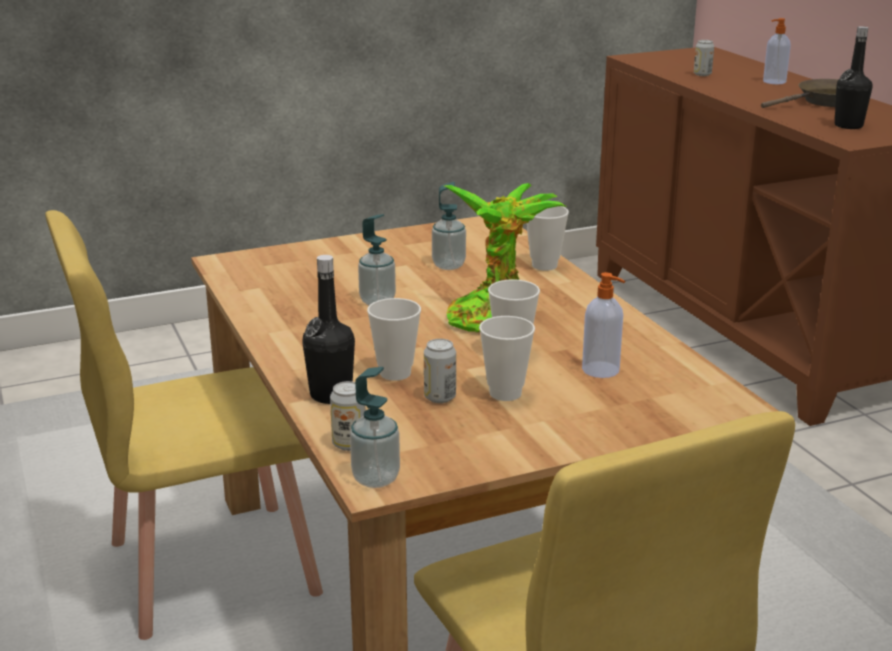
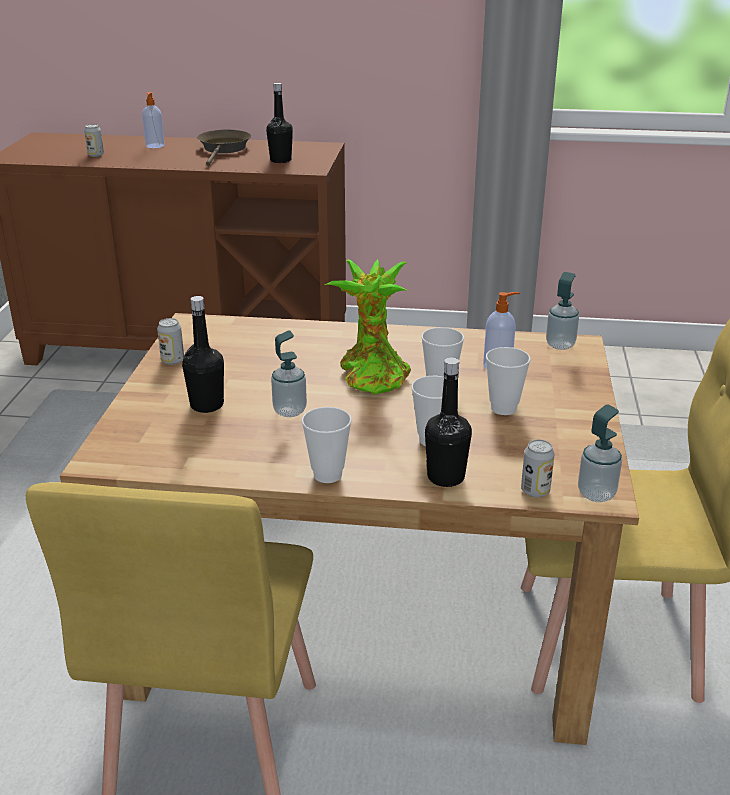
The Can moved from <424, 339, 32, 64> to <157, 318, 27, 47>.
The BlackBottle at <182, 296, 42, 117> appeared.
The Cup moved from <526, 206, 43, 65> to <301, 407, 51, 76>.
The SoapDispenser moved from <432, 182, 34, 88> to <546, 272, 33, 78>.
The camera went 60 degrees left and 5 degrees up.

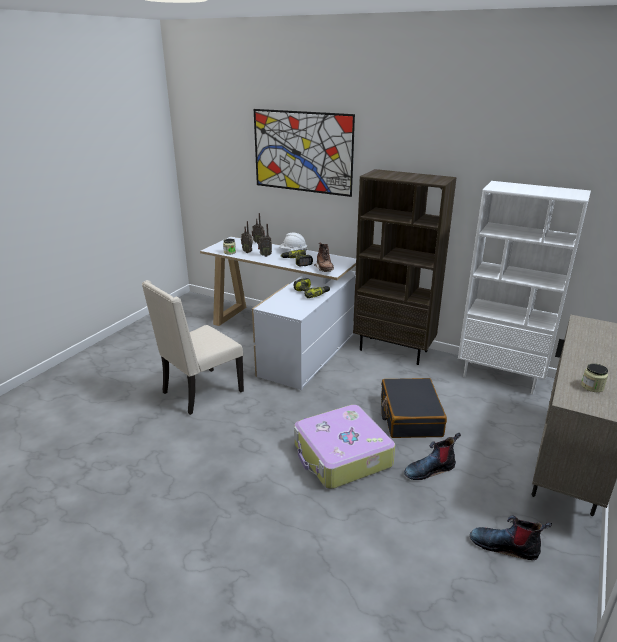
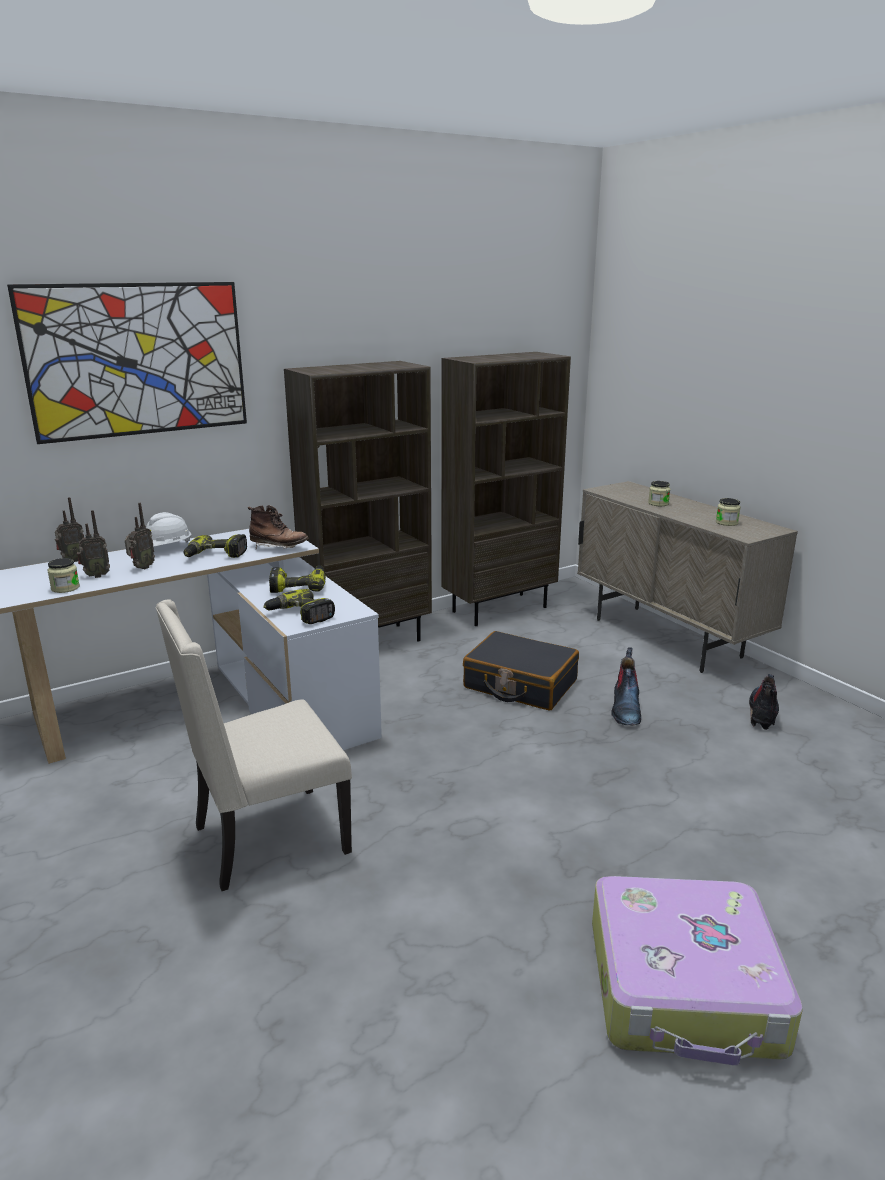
The BeigeChair at <142, 280, 102, 135> turned 75 degrees clockwise.
The PowerDrill at <264, 589, 71, 35> appeared.
The WhiteBookcase at <458, 181, 133, 213> became the BrownBookcase at <441, 352, 130, 274>.
The Suitcase moved from <294, 405, 101, 84> to <592, 876, 211, 190>.
The Jar at <648, 481, 22, 25> appeared.
The Boot at <470, 515, 82, 45> turned 150 degrees clockwise.
The camera went 60 degrees left and 5 degrees down.

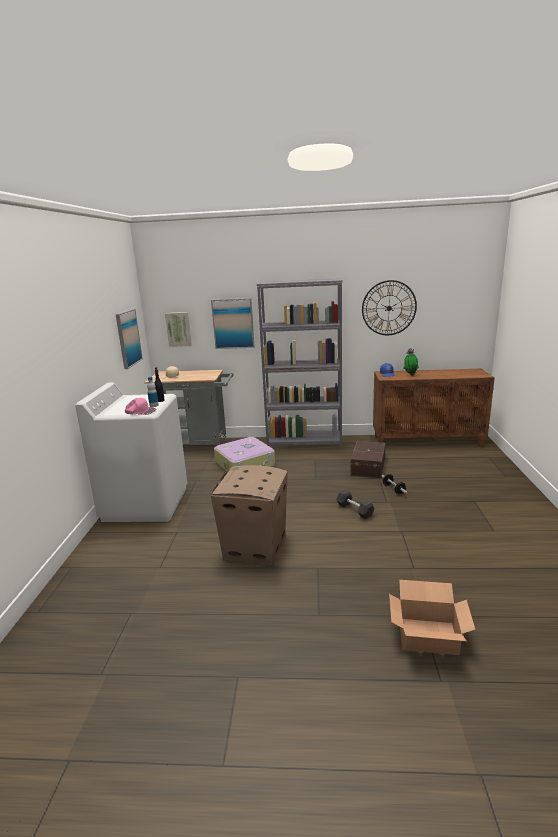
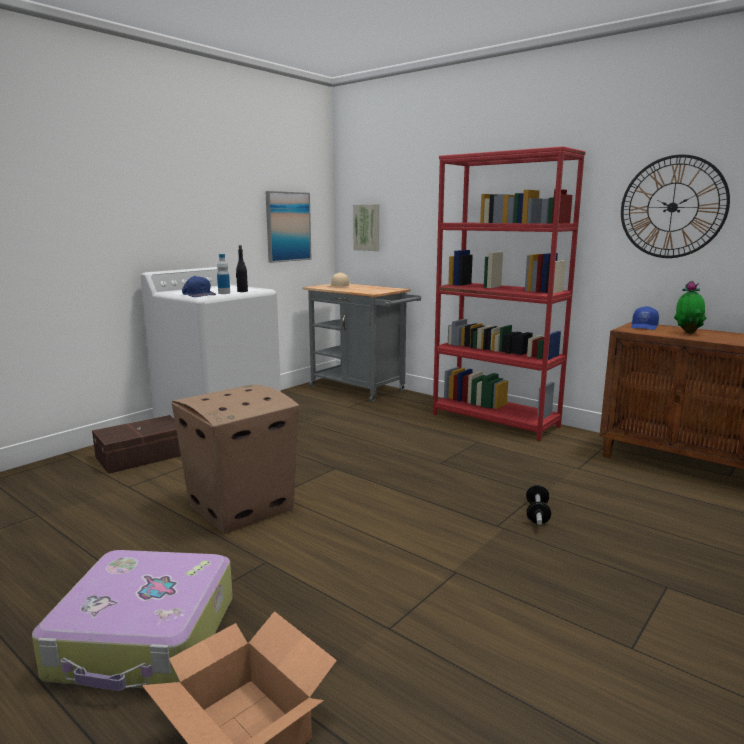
The Suitcase moved from <214, 437, 61, 34> to <32, 550, 201, 141>.
The BrownStorageBox moved from <351, 441, 35, 37> to <92, 415, 89, 59>.
The PinkCap at <125, 398, 32, 17> became the BlueCap at <182, 276, 34, 21>.
The GreyBookcase at <257, 278, 85, 171> became the RedBookcase at <433, 146, 153, 295>.
The Picture at <211, 298, 44, 51> disappeared.
The BlackDumbbell at <336, 490, 39, 29> disappeared.
The camera went 35 degrees right and 5 degrees down.

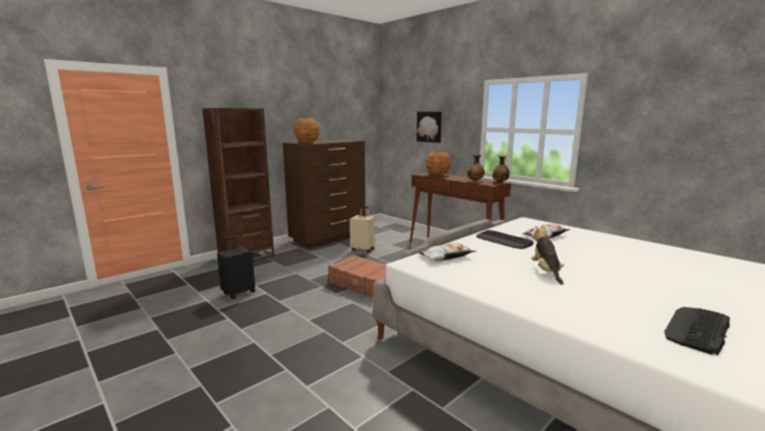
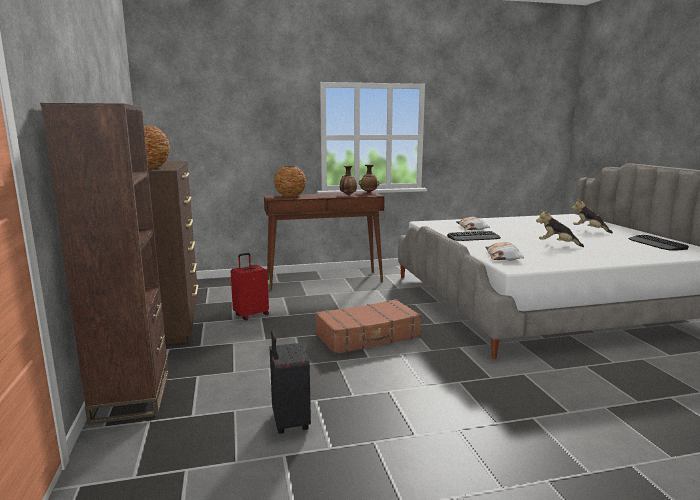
The BeigeSuitcase at <350, 206, 25, 47> became the RedSuitcase at <230, 253, 39, 68>.
The PlushToy at <571, 199, 42, 35> appeared.
The Picture at <417, 112, 25, 31> disappeared.
The camera went 60 degrees left and 0 degrees up.

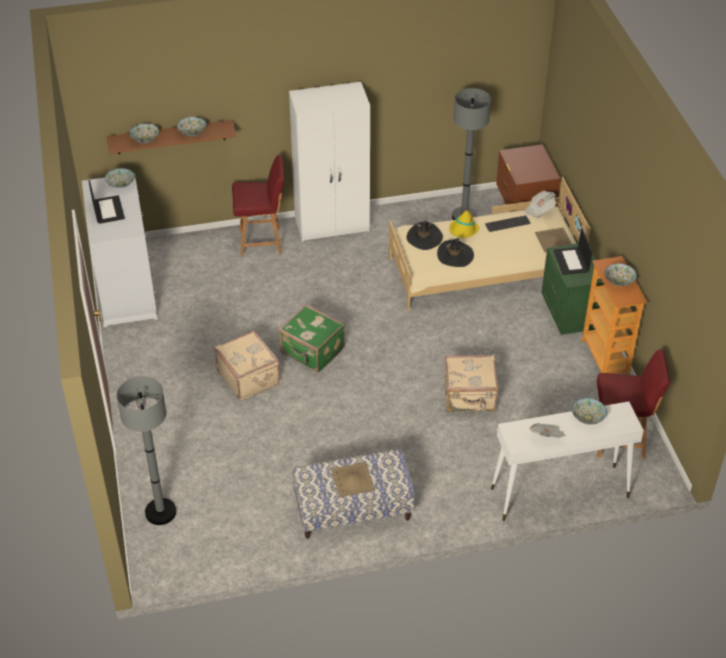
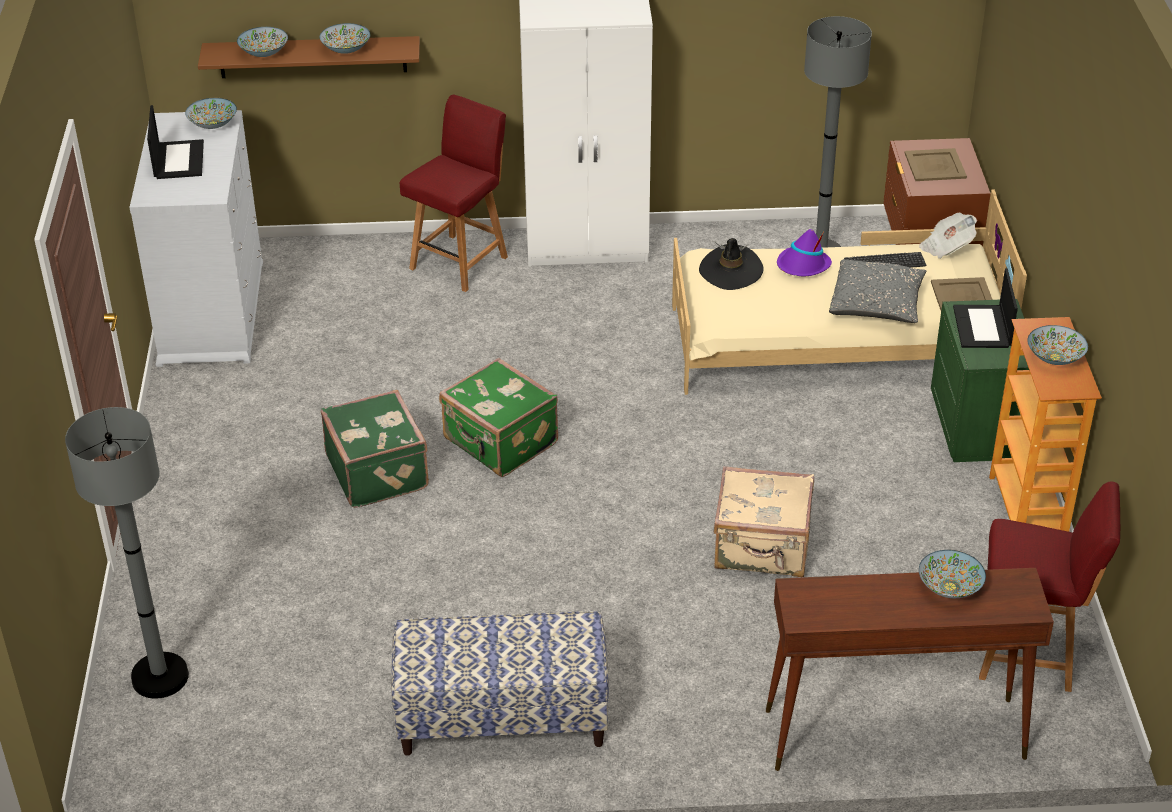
The BeigeSuitcase at <215, 330, 65, 71> became the GreenSuitcase at <321, 390, 108, 118>.
The RedChair at <232, 155, 53, 102> turned 60 degrees counterclockwise.
The WhiteConsoleTable at <491, 402, 153, 119> became the BrownConsoleTable at <766, 568, 288, 203>.
The YellowHat at <449, 210, 30, 28> became the PurpleHat at <777, 229, 55, 47>.
The GreyPillow at <829, 259, 97, 64> appeared.
The BeigeTray moved from <331, 462, 44, 35> to <905, 148, 62, 33>.
The BlackHat at <437, 238, 37, 29> disappeared.
The Newspaper at <529, 423, 36, 15> disappeared.
The camera went 10 degrees right and 5 degrees down.

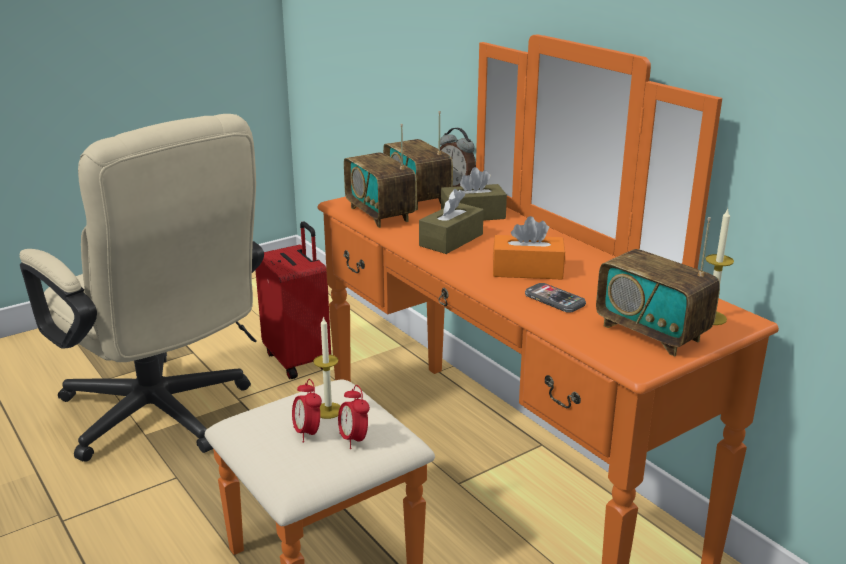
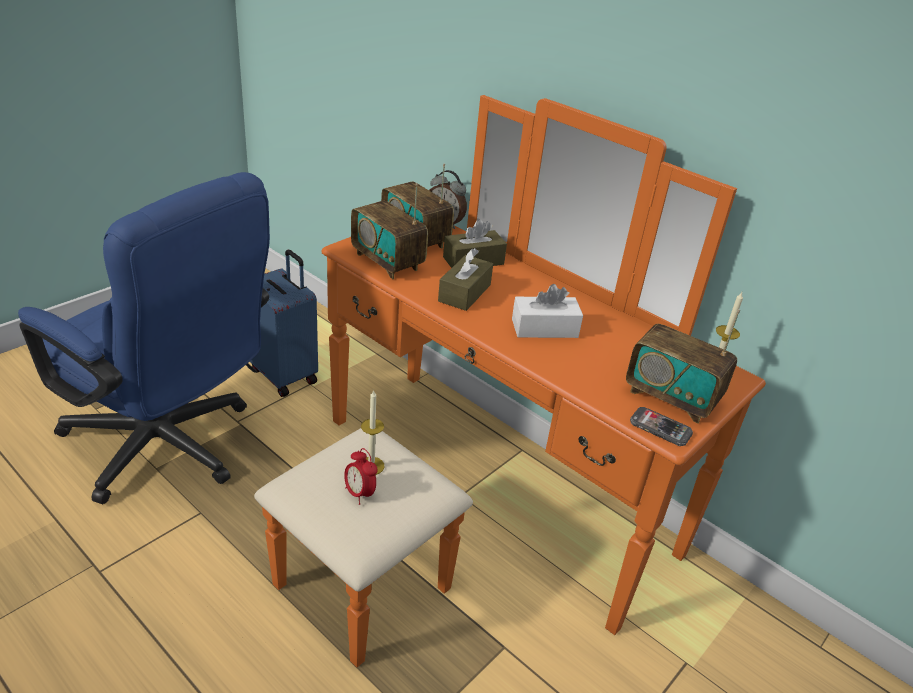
The BeigeOfficeChair at <20, 114, 244, 348> became the BlueOfficeChair at <18, 172, 252, 332>.
The RedSuitcase at <255, 221, 76, 158> became the BlueSuitcase at <250, 250, 68, 147>.
The OrangeTissueBox at <493, 216, 72, 63> became the WhiteTissueBox at <512, 284, 71, 54>.
The Phone moved from <525, 283, 61, 29> to <630, 407, 63, 39>.
The AlarmClock at <338, 385, 32, 64> disappeared.
The camera went 15 degrees left and 10 degrees up.

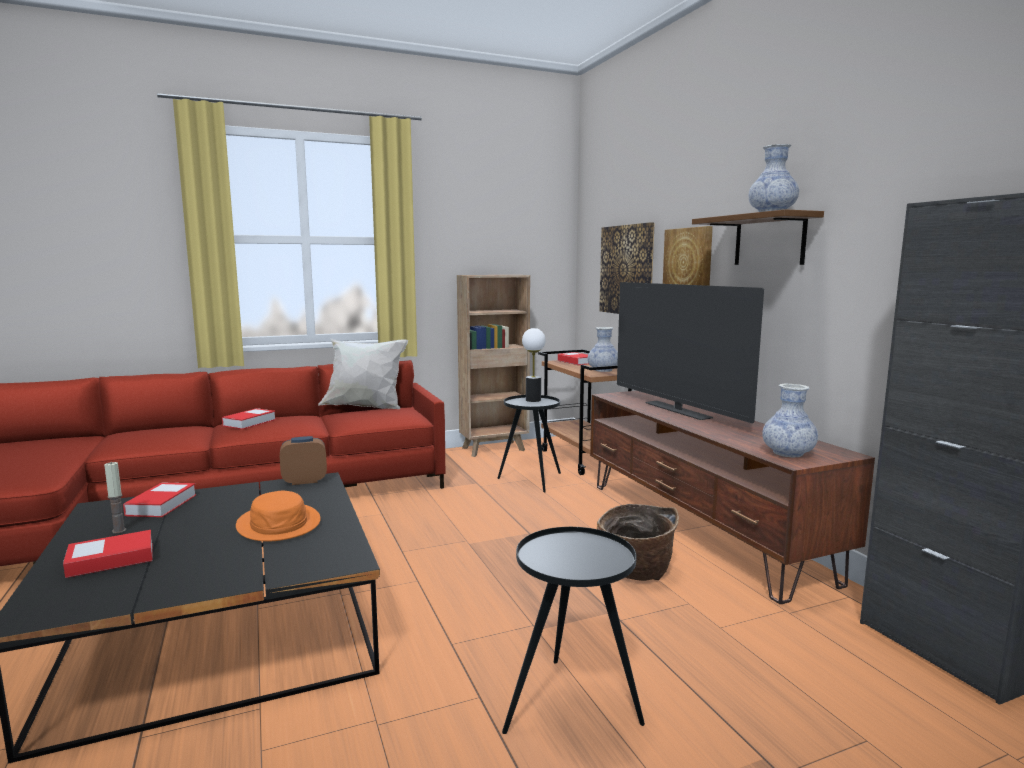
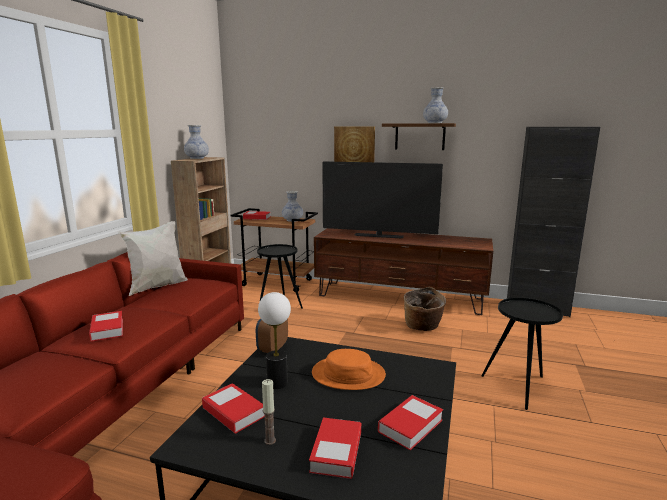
The Vase moved from <762, 383, 56, 74> to <184, 125, 25, 34>.
The TableLamp moved from <522, 328, 24, 74> to <258, 292, 33, 97>.
The Book at <378, 395, 65, 55> appeared.
The Picture at <599, 222, 56, 92> disappeared.
The camera went 50 degrees left and 5 degrees up.

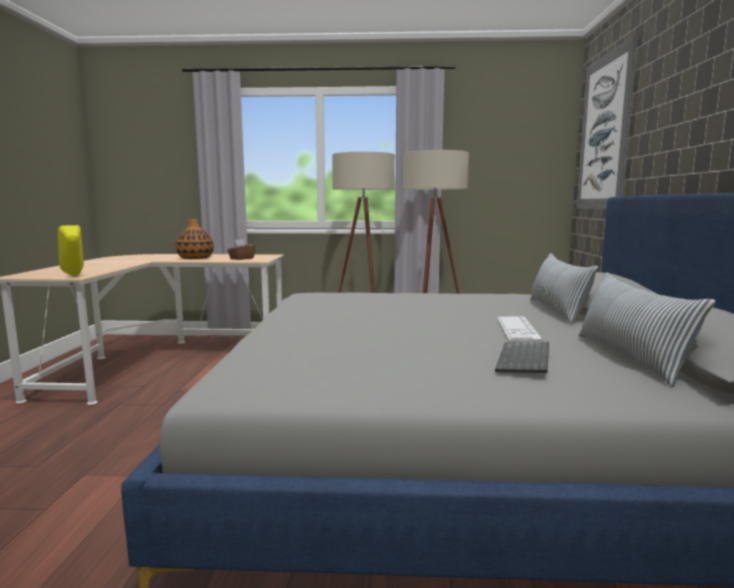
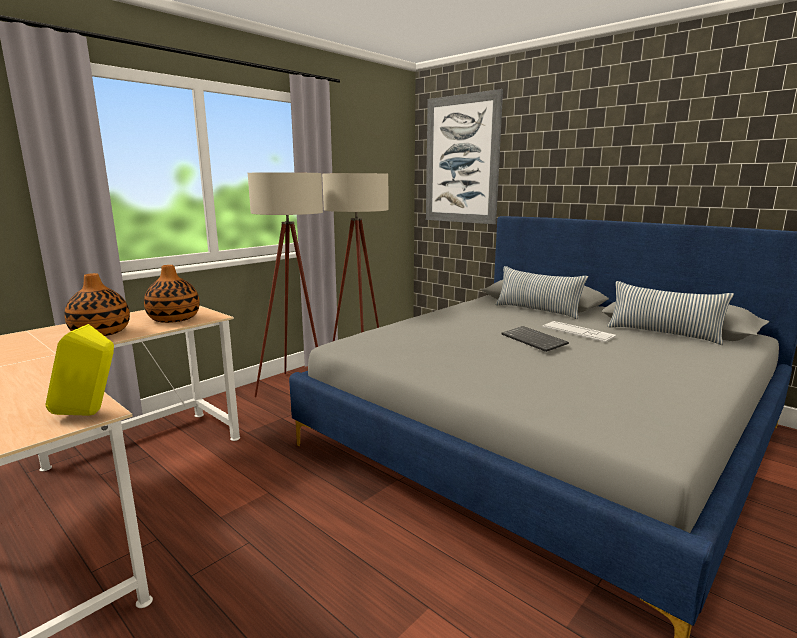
The BrownTissueBox at <227, 239, 29, 21> was replaced by the Vase at <144, 265, 56, 58>.
The Keyboard moved from <495, 342, 54, 31> to <501, 326, 68, 26>.
The camera went 50 degrees left and 5 degrees up.

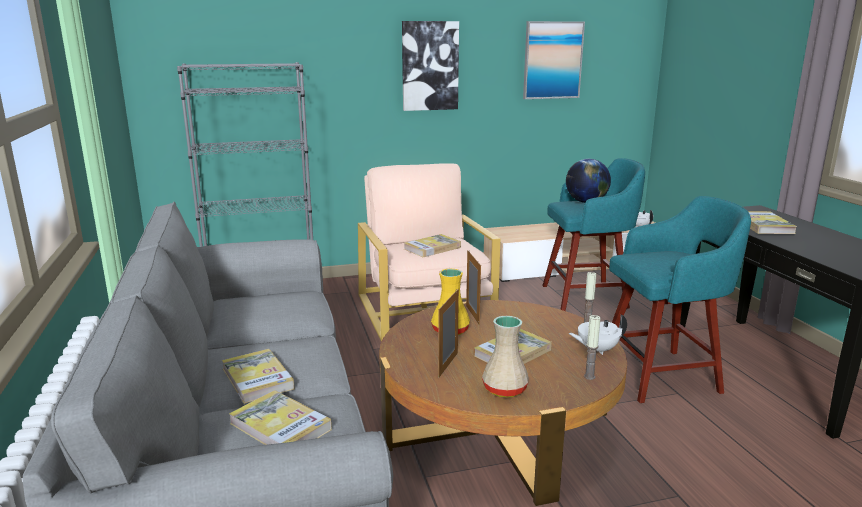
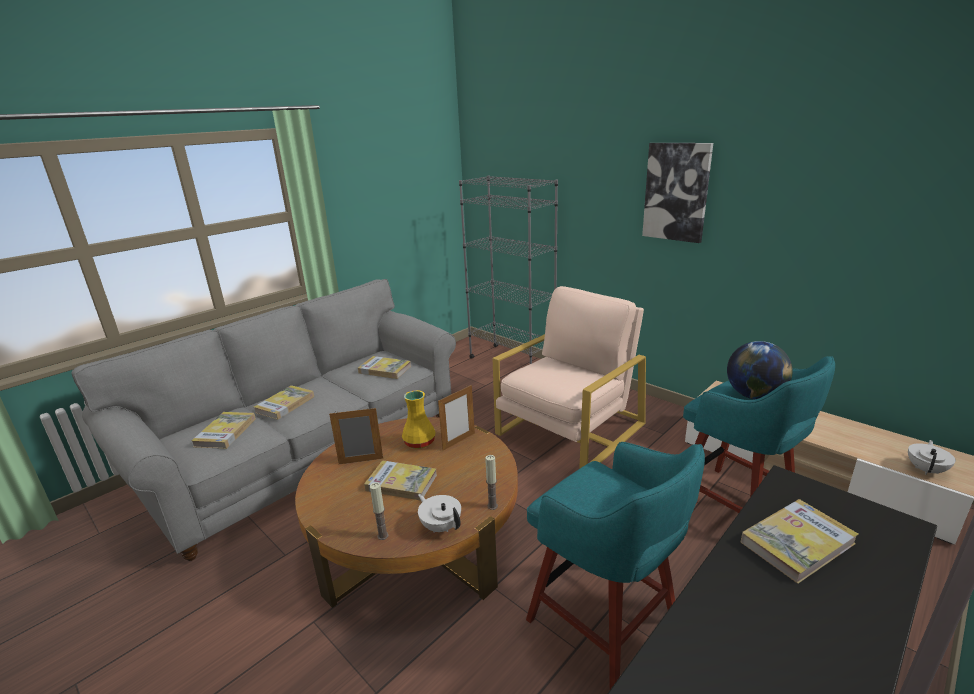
The Book moved from <404, 234, 57, 23> to <358, 356, 53, 23>.
The BeigeVase at <482, 316, 47, 82> disappeared.
The Picture at <523, 21, 62, 78> disappeared.
The camera went 60 degrees right and 5 degrees up.

